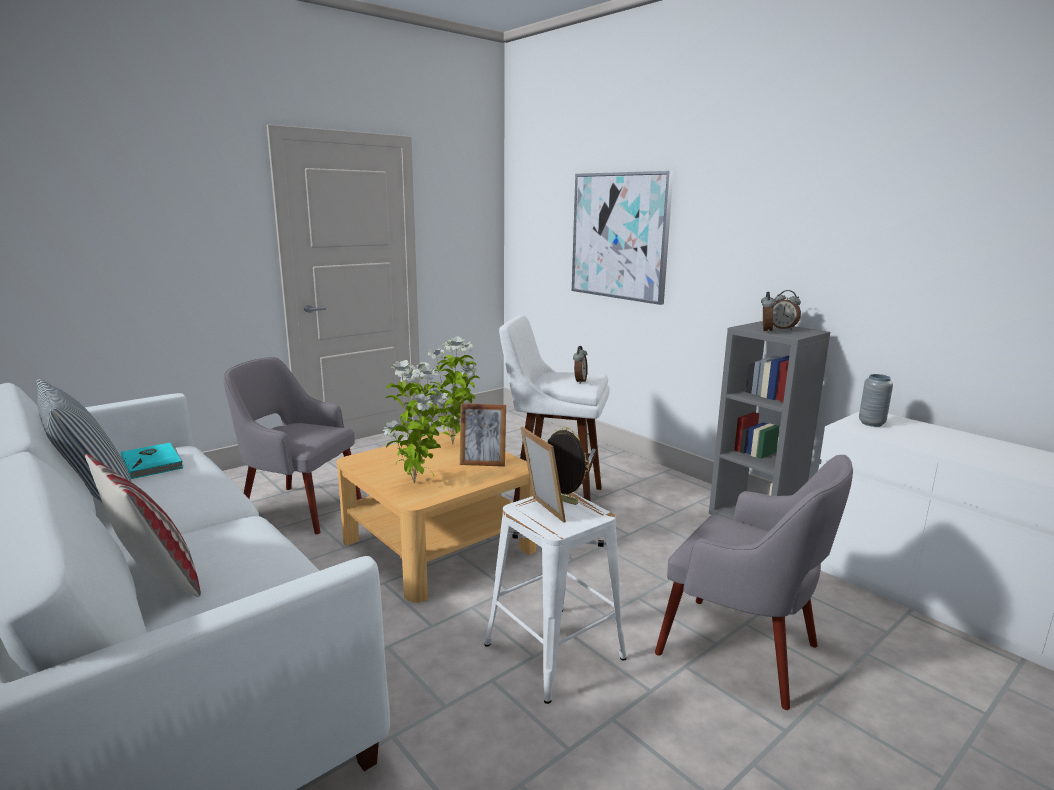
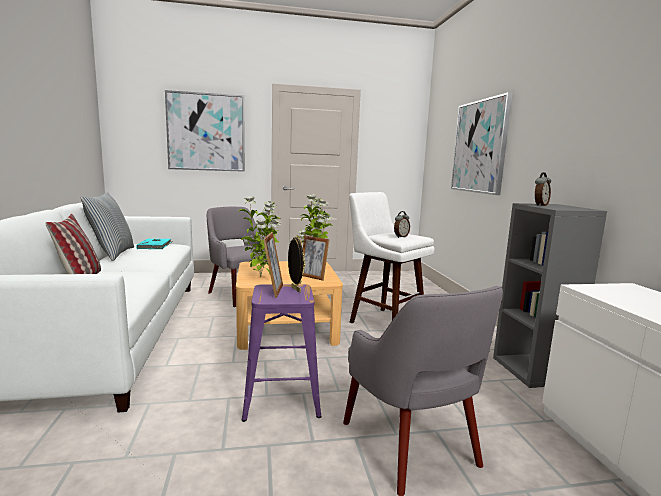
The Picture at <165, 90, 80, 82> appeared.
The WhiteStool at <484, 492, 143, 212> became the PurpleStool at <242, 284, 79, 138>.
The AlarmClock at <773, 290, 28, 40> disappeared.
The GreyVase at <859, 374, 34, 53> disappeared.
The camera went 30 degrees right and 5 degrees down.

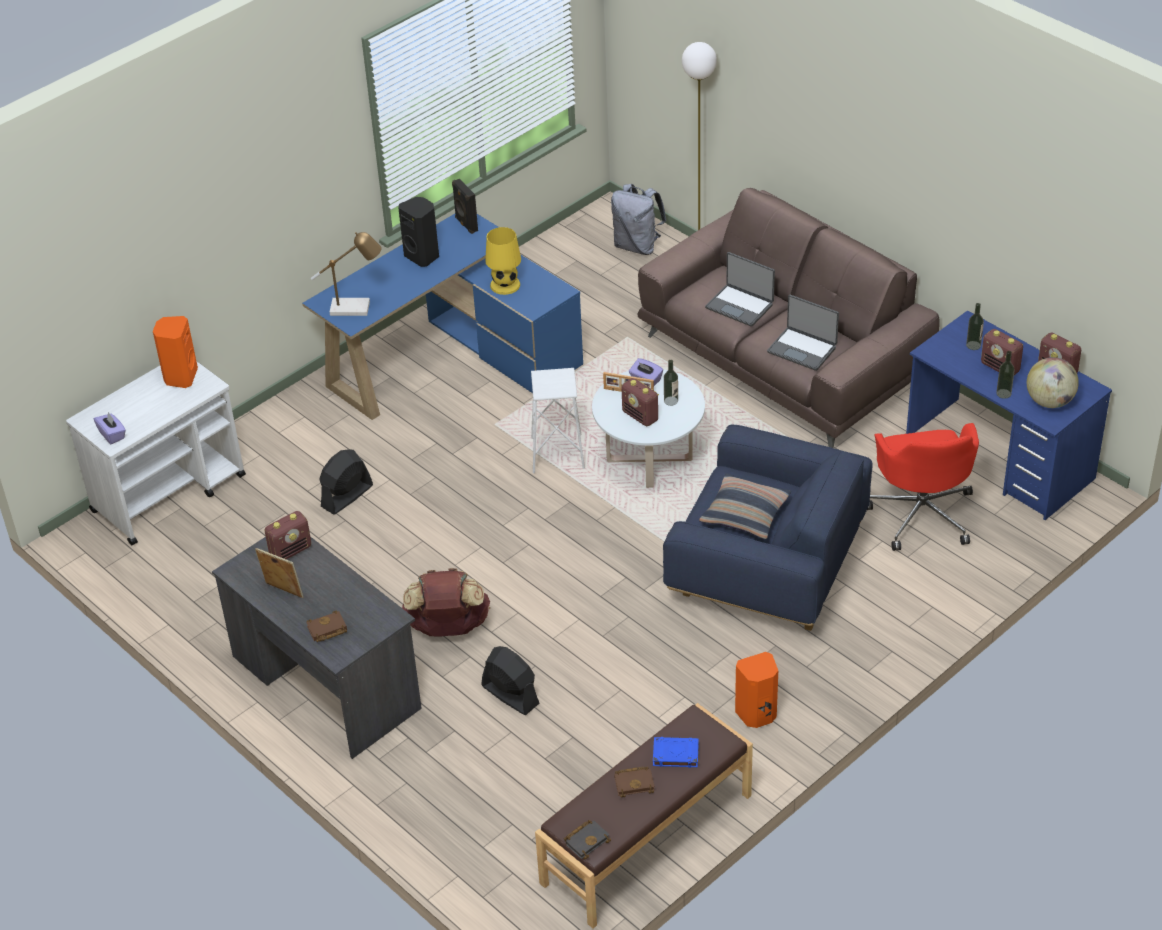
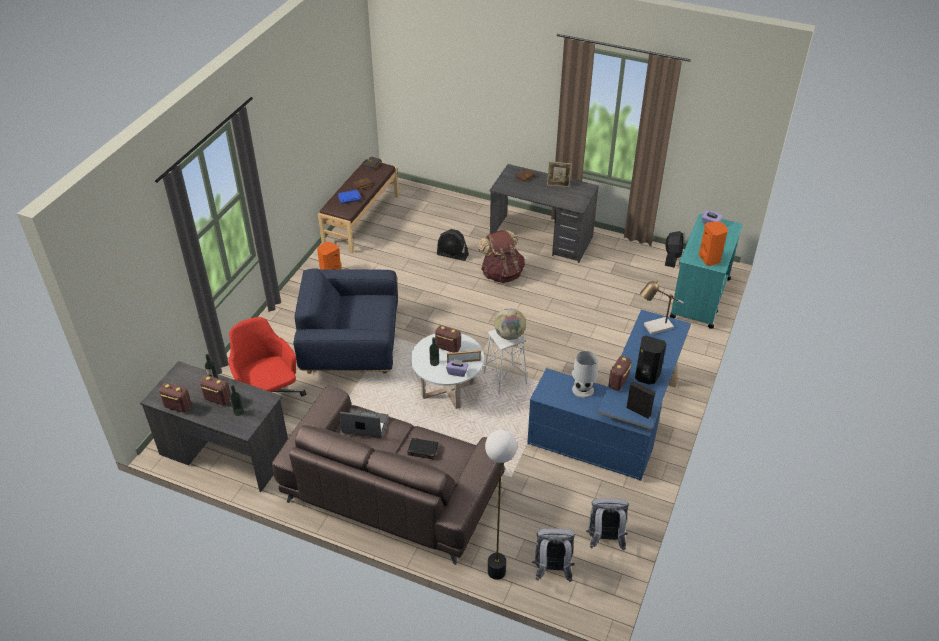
The BlueDesk at <906, 310, 206, 210> became the GreyDesk at <140, 361, 148, 131>.
The Laptop at <705, 252, 70, 75> was replaced by the BlackBook at <407, 438, 31, 21>.
The Globe moved from <1027, 357, 52, 51> to <494, 308, 32, 32>.
The YellowTableLamp at <485, 227, 36, 68> became the WhiteTableLamp at <572, 351, 26, 47>.
The GreyBackpack at <586, 498, 43, 52> appeared.
The Radio moved from <265, 511, 46, 48> to <608, 356, 24, 35>.
The BlackFan moved from <319, 449, 54, 66> to <665, 231, 18, 37>.
The WhiteCart at <66, 362, 180, 184> became the TurquoiseCart at <670, 214, 73, 115>.
The Pillow at <699, 473, 92, 66> disappeared.
The camera went 155 degrees right and 0 degrees up.

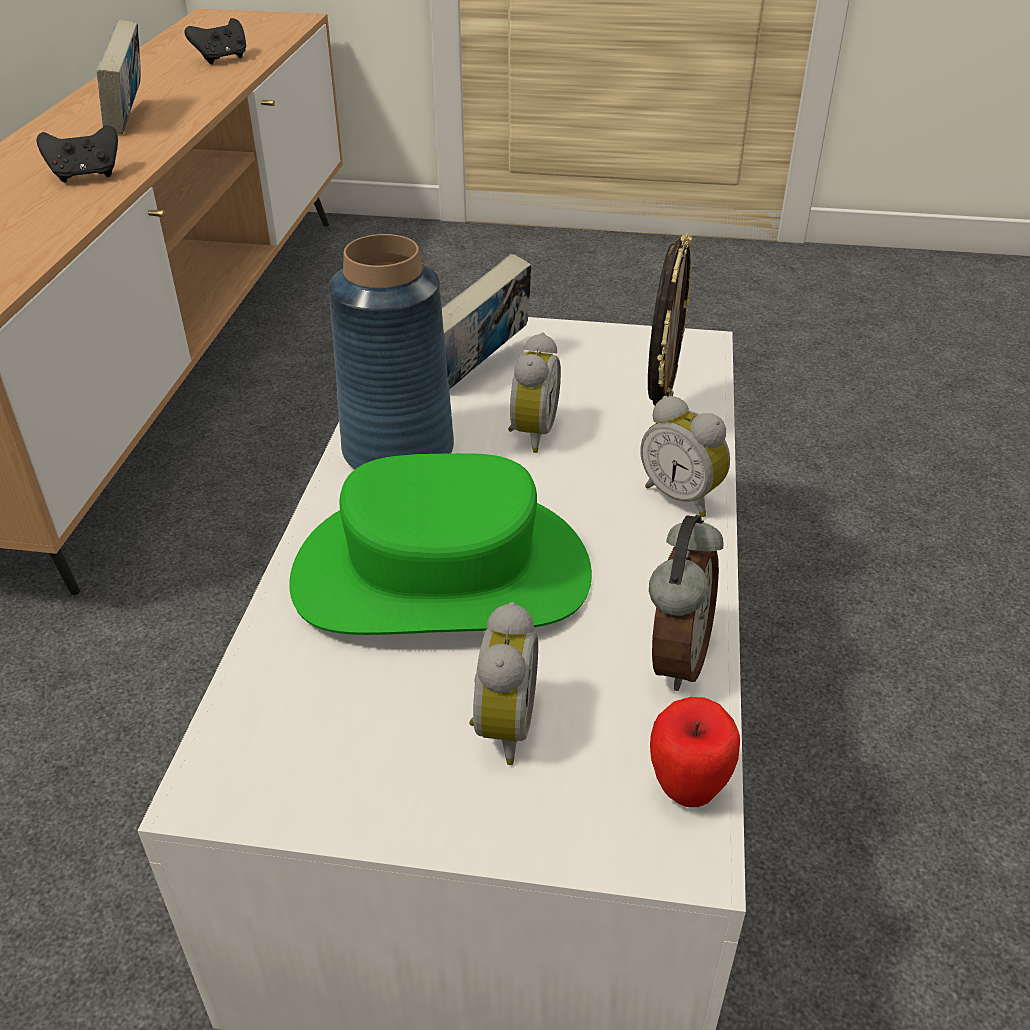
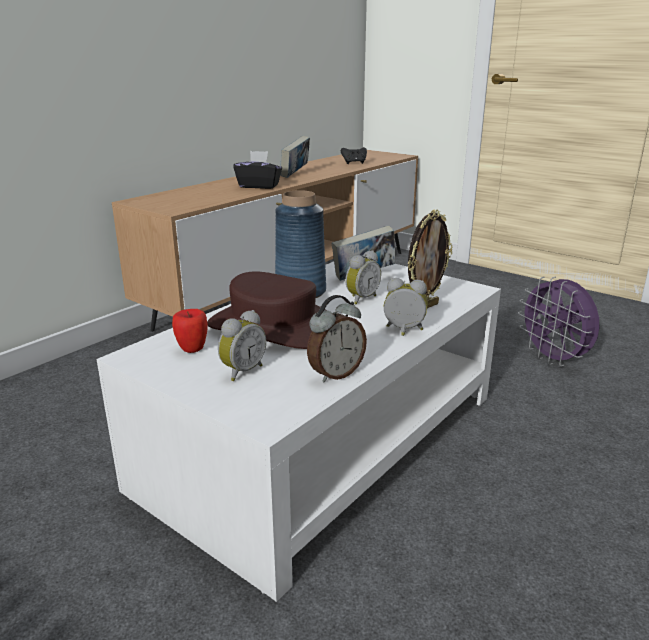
The Apple moved from <650, 697, 90, 110> to <172, 309, 36, 44>.
The GreenHat at <289, 453, 303, 182> became the BrownHat at <207, 271, 119, 78>.
The BlackGameController at <36, 125, 82, 58> was replaced by the BlackTissueBox at <233, 151, 49, 38>.
The AlarmClock at <640, 396, 90, 121> turned 120 degrees clockwise.
The PurpleFan at <518, 277, 81, 89> appeared.
The camera went 30 degrees right and 15 degrees down.

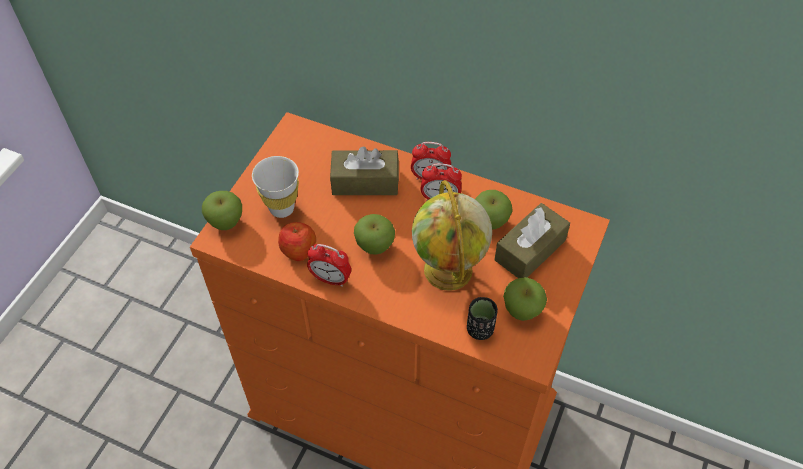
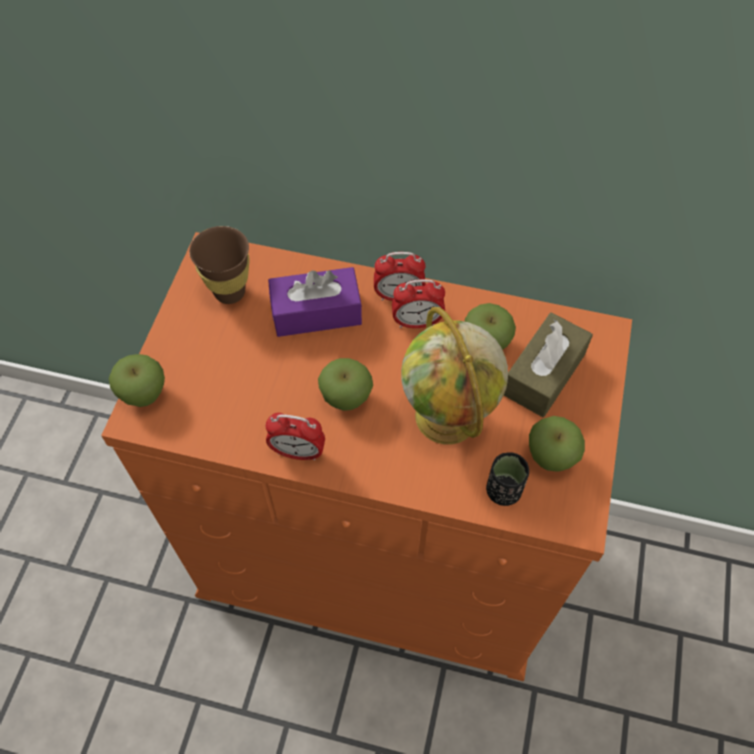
The BrownCup at <189, 226, 61, 78> appeared.
The BrownTissueBox at <330, 146, 69, 49> became the PurpleTissueBox at <268, 267, 94, 70>.
The WhiteCup at <252, 156, 47, 62> disappeared.
The Apple at <278, 222, 38, 39> disappeared.
The camera went 10 degrees left and 5 degrees up.

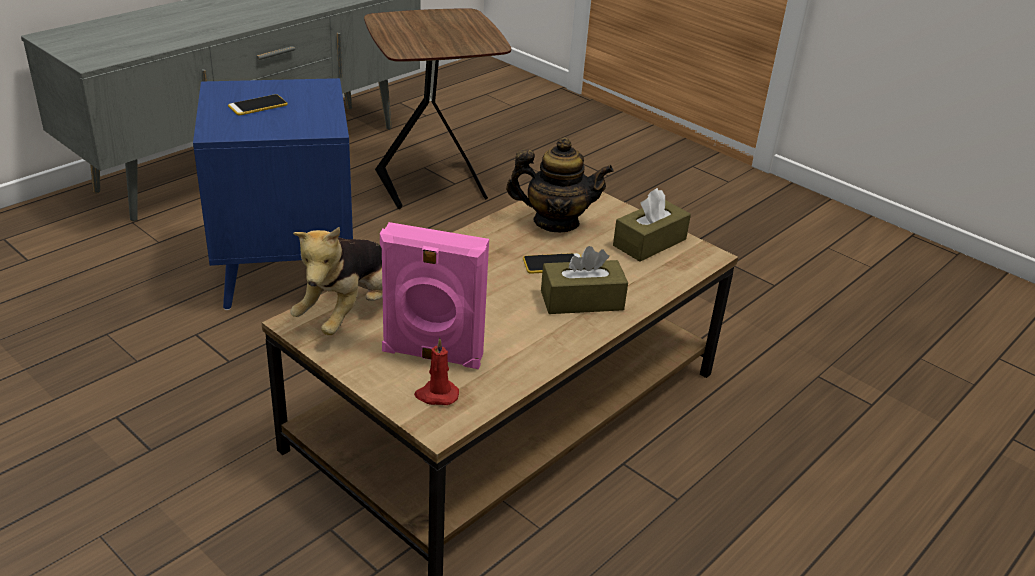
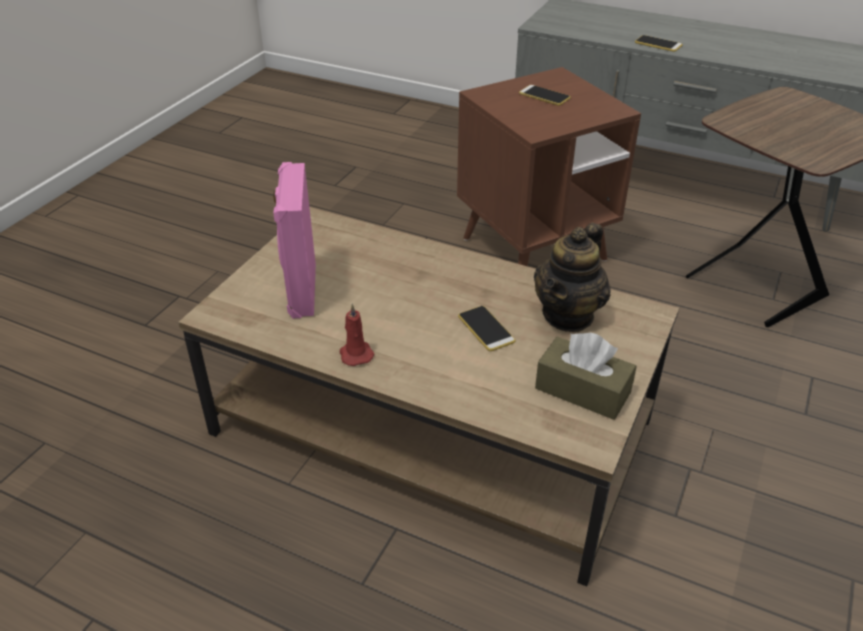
The RedCandle moved from <414, 338, 45, 67> to <340, 303, 34, 63>.
The BlueSideTable at <193, 78, 160, 232> became the BrownSideTable at <457, 67, 184, 199>.
The Teapot at <506, 137, 108, 95> turned 45 degrees clockwise.
The Phone at <635, 35, 48, 17> appeared.
The PlushToy at <290, 227, 93, 108> disappeared.
The BrownTissueBox at <541, 246, 87, 68> disappeared.
The camera went 75 degrees right and 5 degrees up.

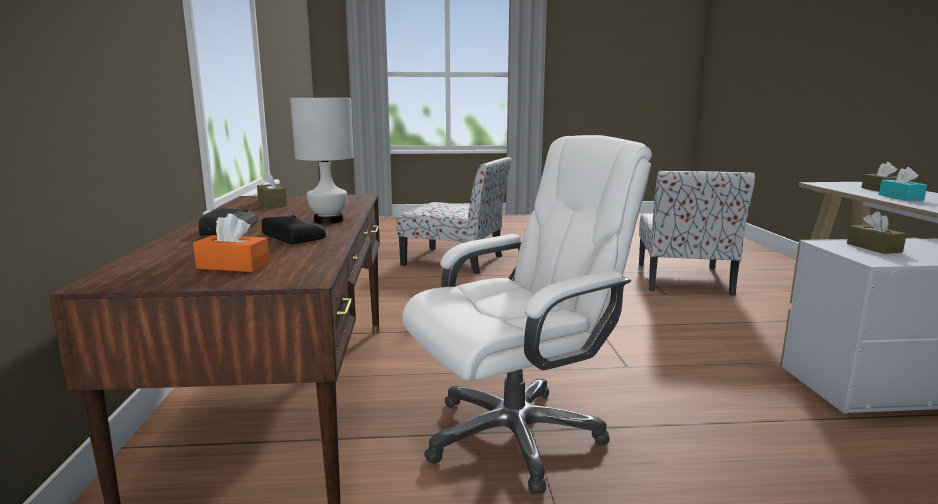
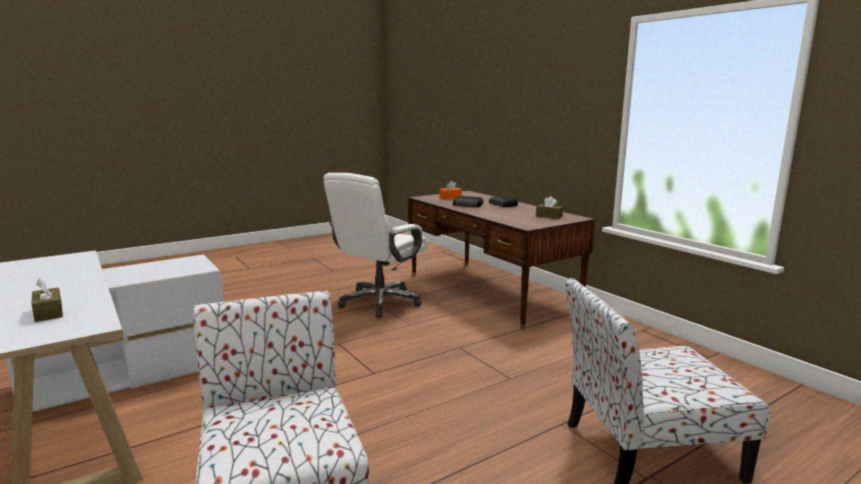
The WhiteTableLamp at <290, 98, 64, 126> disappeared.
The BrownTissueBox at <847, 211, 60, 43> disappeared.
The TurquoiseTissueBox at <879, 167, 48, 34> disappeared.
The camera went 150 degrees right and 0 degrees up.

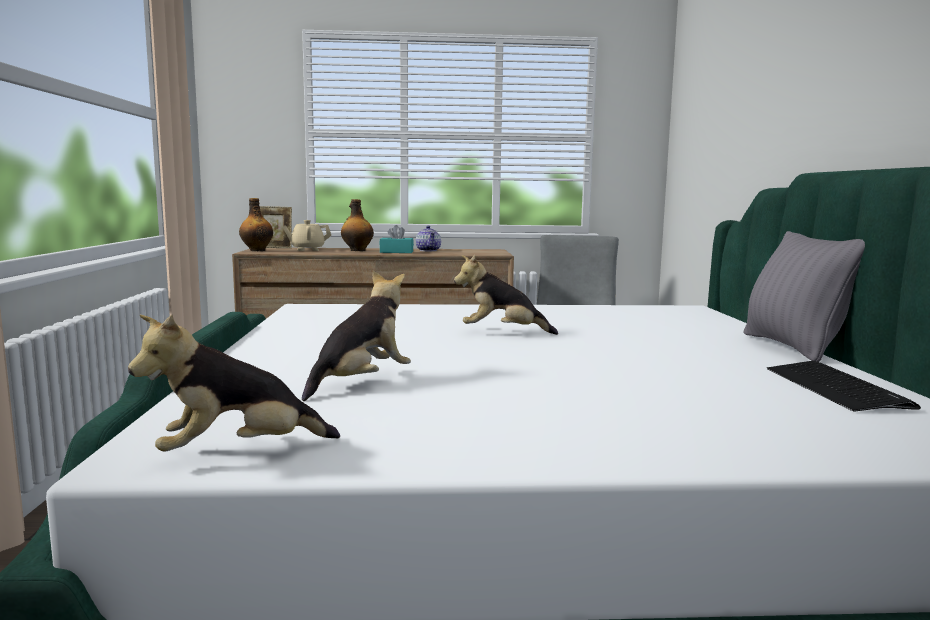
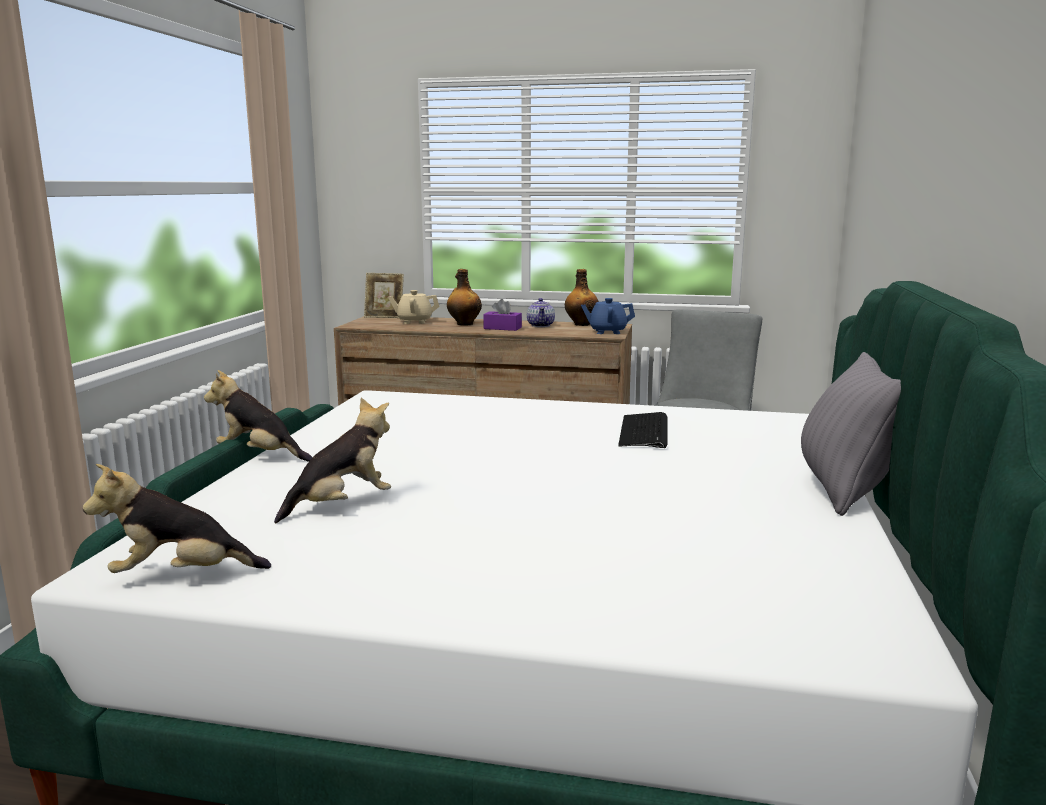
The PlushToy moved from <454, 255, 104, 80> to <204, 370, 108, 92>.
The TurquoiseTissueBox at <380, 225, 34, 28> became the PurpleTissueBox at <483, 299, 39, 32>.
The Bottle moved from <239, 198, 34, 53> to <565, 269, 34, 57>.
The BlueTeapot at <581, 298, 54, 36> appeared.
The Keyboard moved from <767, 361, 154, 51> to <618, 412, 49, 36>.
The camera went 15 degrees right and 5 degrees up.

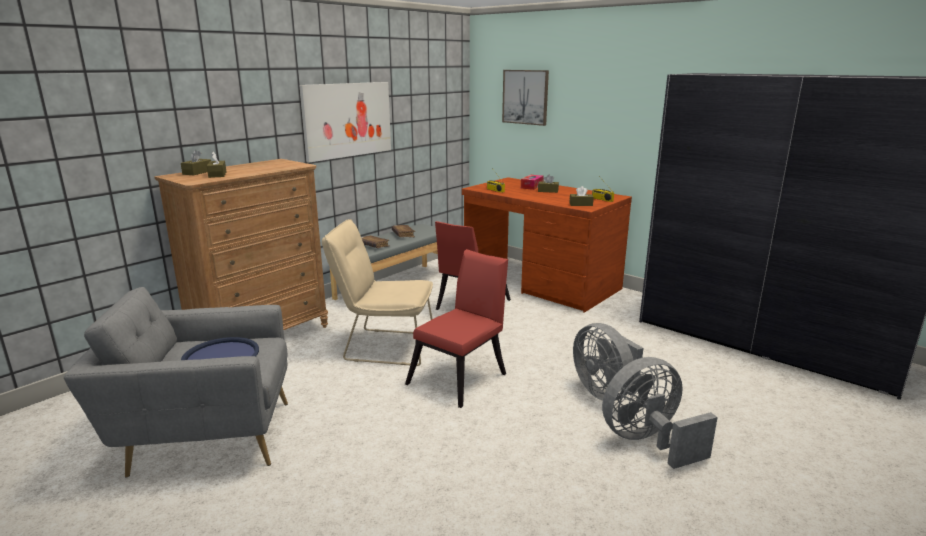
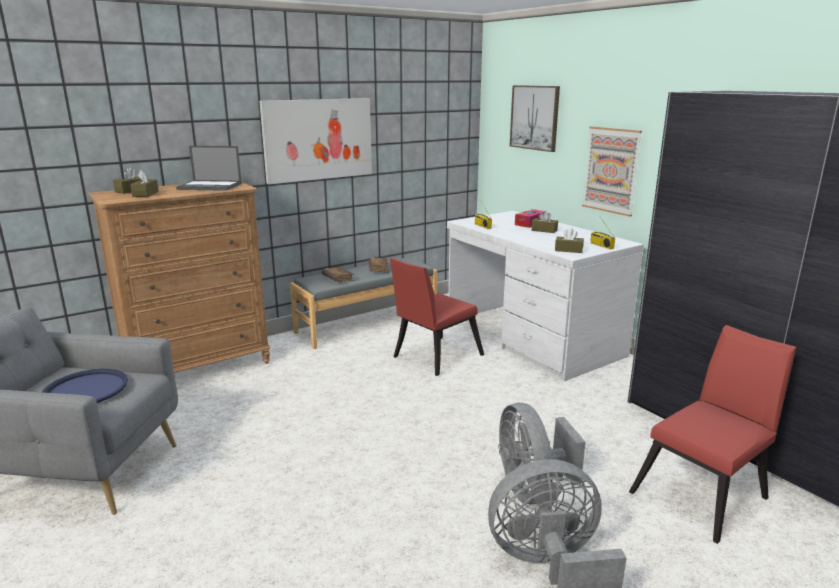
The Laptop at <176, 146, 66, 45> appeared.
The BrownDesk at <462, 177, 170, 136> became the WhiteDesk at <447, 211, 197, 170>.
The Picture at <582, 126, 60, 91> appeared.
The RedChair moved from <405, 249, 103, 159> to <629, 325, 168, 219>.
The BeigeChair at <322, 219, 111, 147> disappeared.
The camera went 15 degrees right and 0 degrees up.

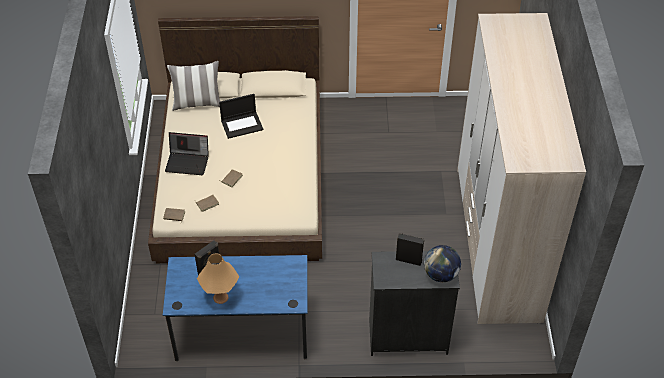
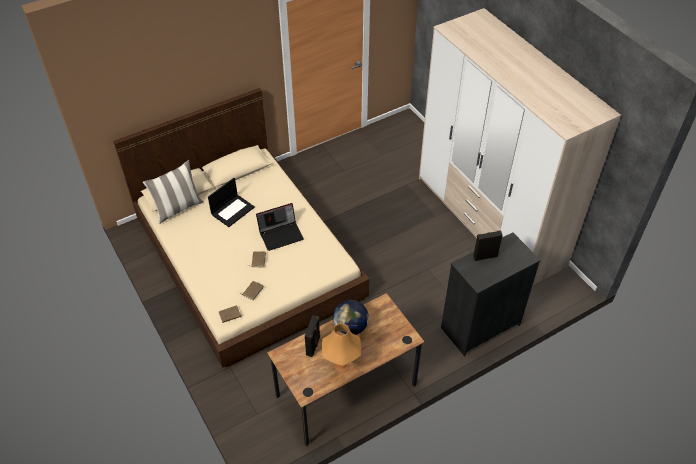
The Laptop moved from <165, 132, 44, 43> to <256, 203, 48, 48>.
The BlueDesk at <163, 255, 144, 107> became the BrownDesk at <267, 293, 158, 153>.
The Globe moved from <424, 245, 37, 37> to <333, 300, 36, 35>.
The camera went 30 degrees left and 0 degrees up.

